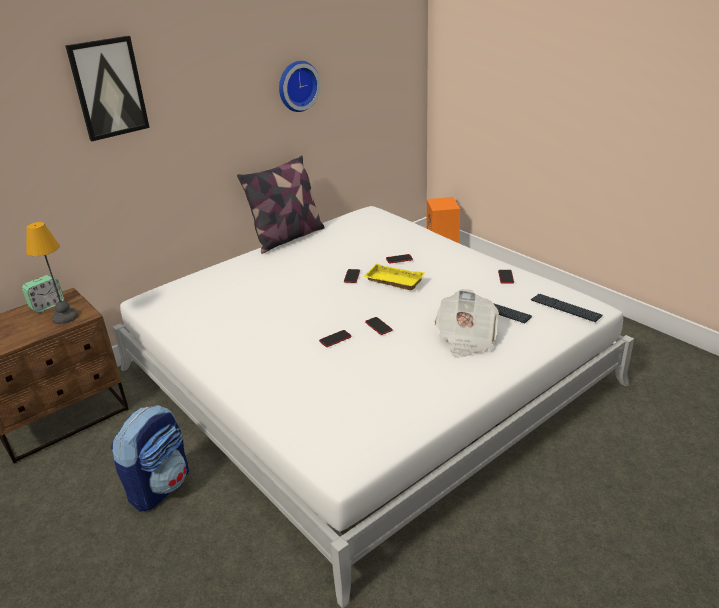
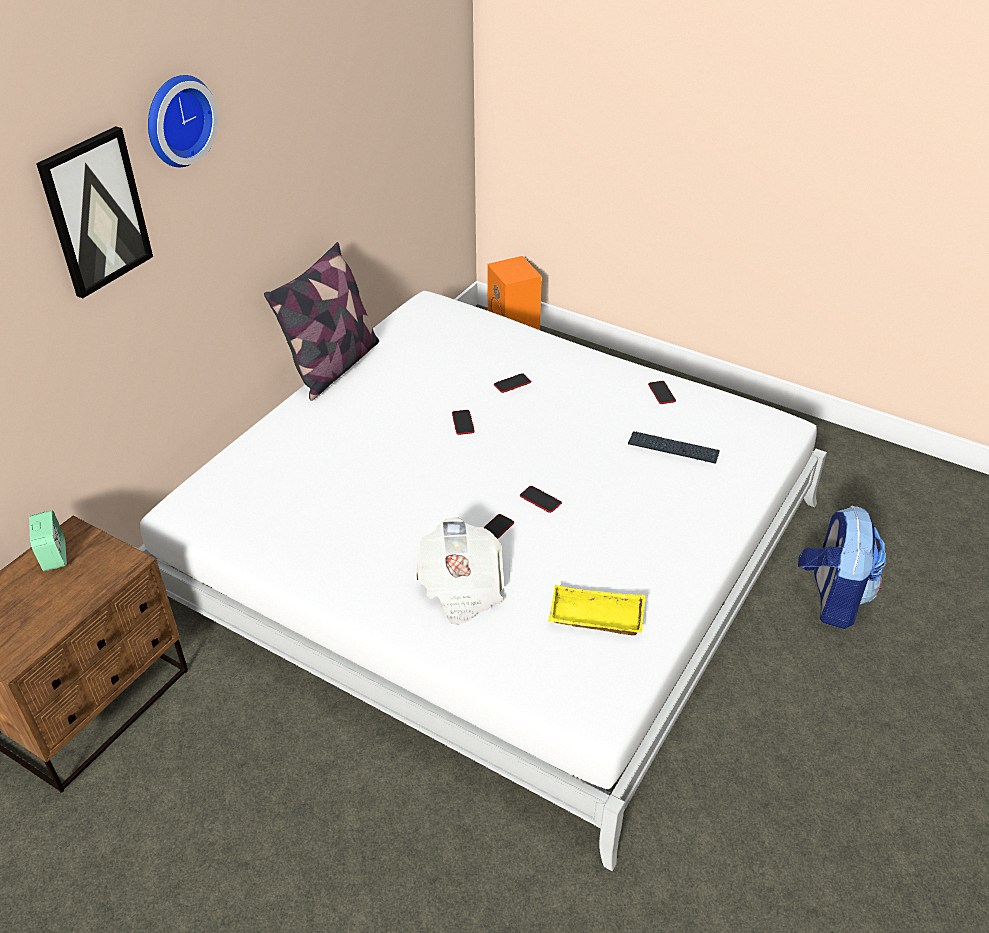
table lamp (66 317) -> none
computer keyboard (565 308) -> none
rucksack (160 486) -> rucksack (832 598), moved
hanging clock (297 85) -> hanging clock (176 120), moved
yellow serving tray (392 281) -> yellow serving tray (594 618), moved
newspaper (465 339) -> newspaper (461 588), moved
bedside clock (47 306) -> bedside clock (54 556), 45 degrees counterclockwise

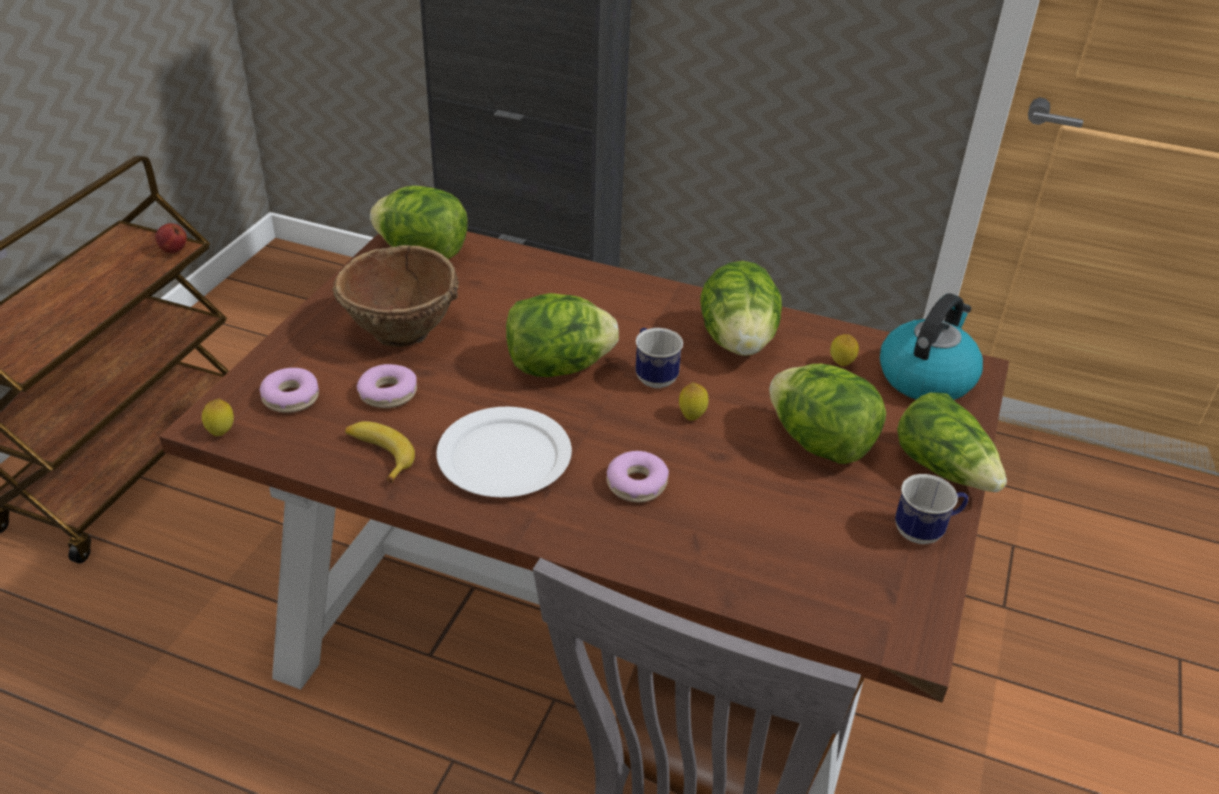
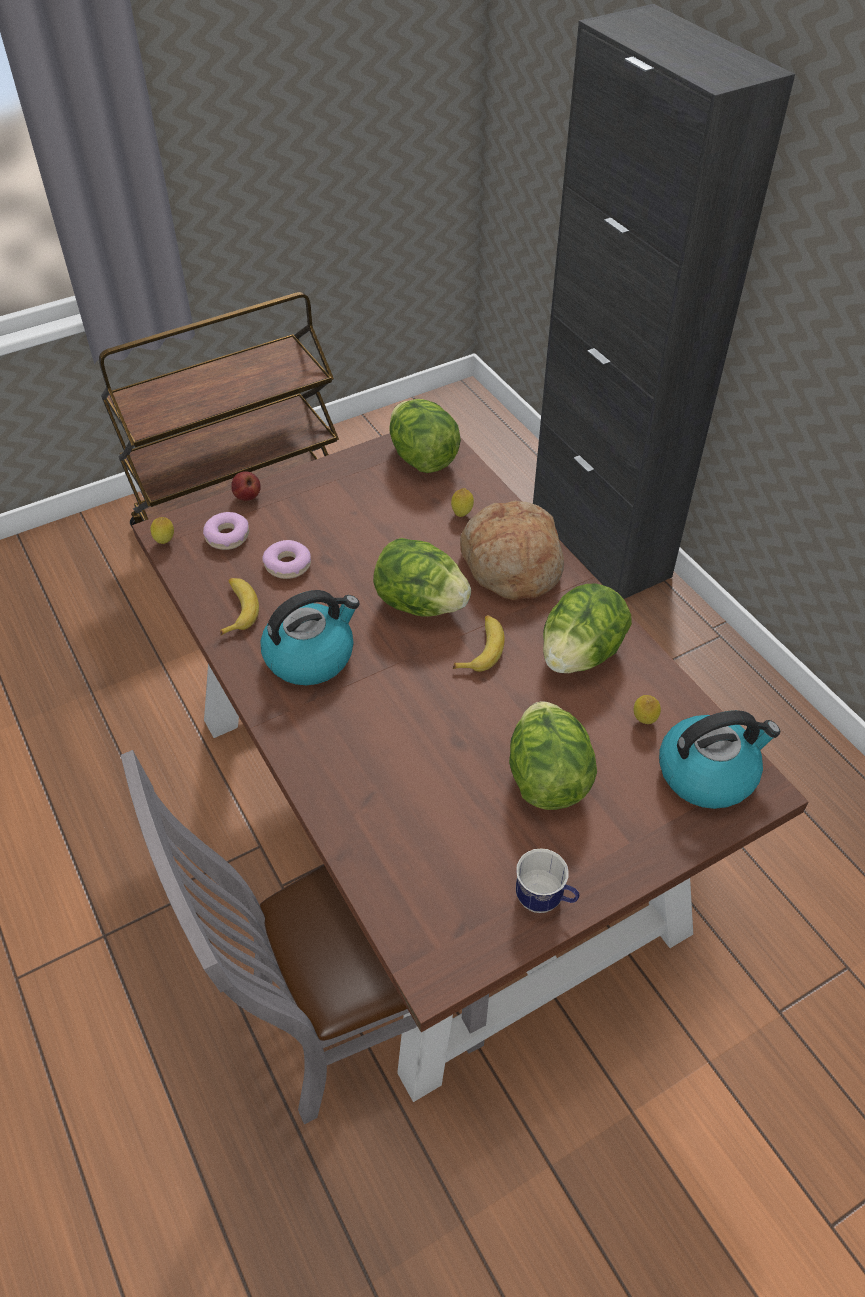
brown deep dish (402 332) -> none
doughnut (637 484) -> none
lettuce (944 469) -> none
none -> bread (510 564)
apple fruit (173 250) -> apple fruit (247 497), moved
whole lemon (692 416) -> whole lemon (462 514), moved
white flat dish (503 457) -> tea kettle (310 656)
tea mug (653 376) -> whole banana (481 648)

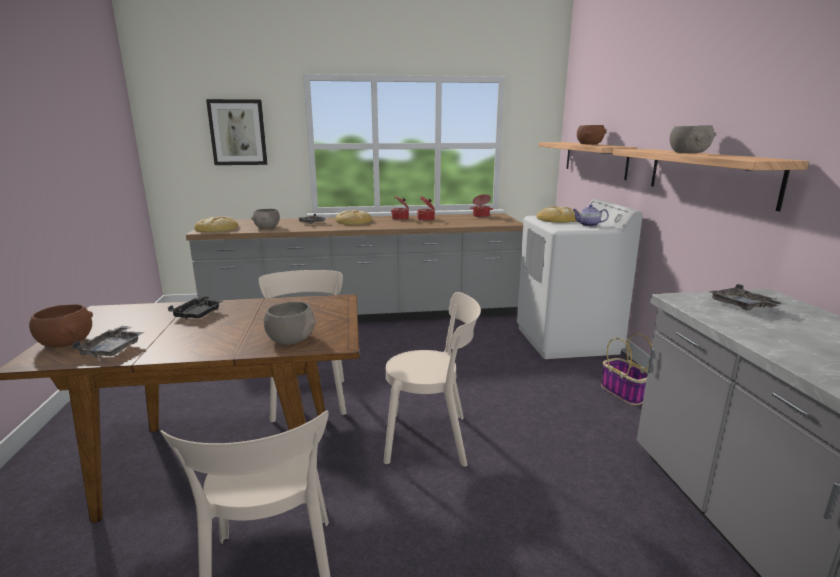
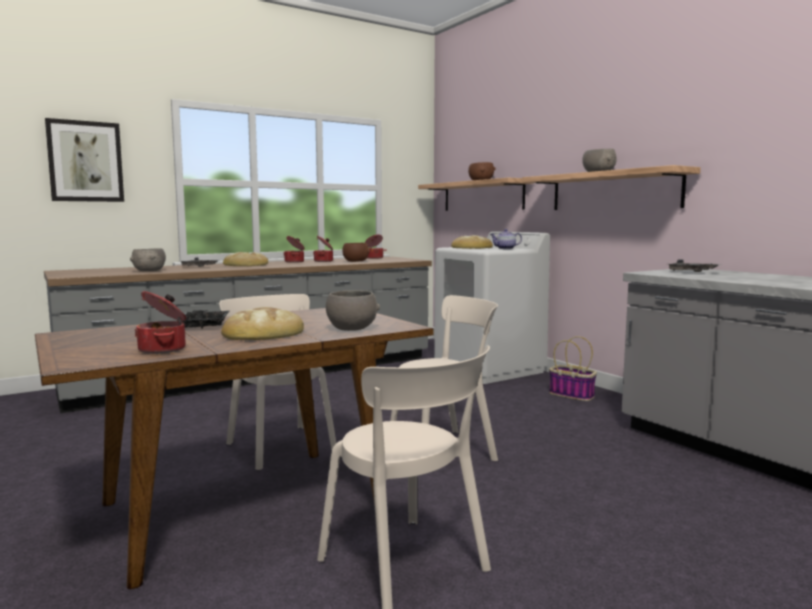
brown deep dish (66 342) -> brown deep dish (355 261), moved
bread (217 229) -> bread (263 332), moved
greyish serving tray (113 349) -> saucepot (163 349)

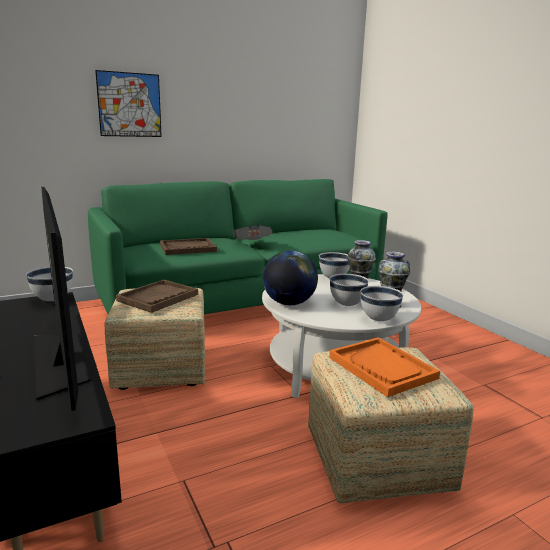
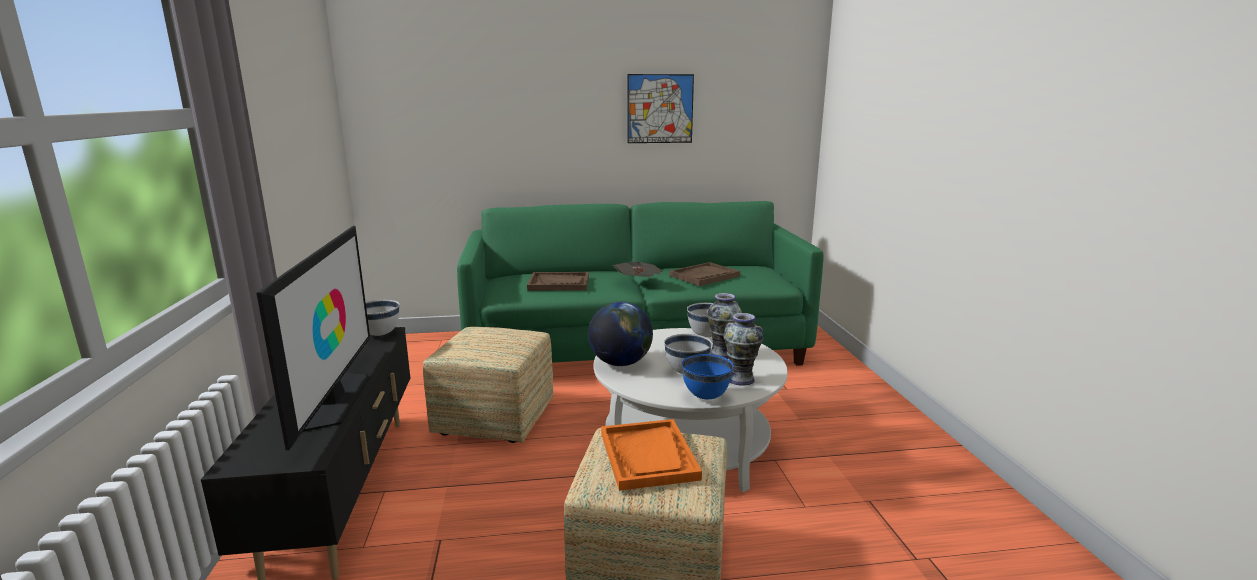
wall art (129 105) -> wall art (660 109), moved
brown serving tray (158 297) -> brown serving tray (704 276), moved
white deep dish (378 319) -> blue deep dish (705 396)

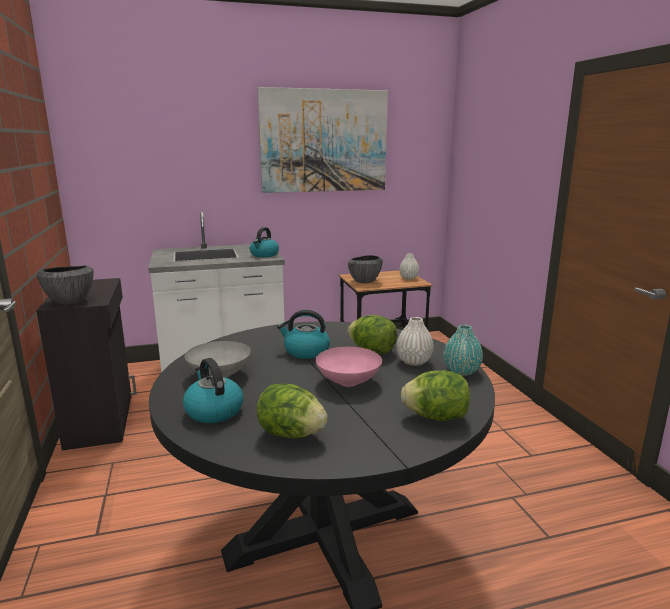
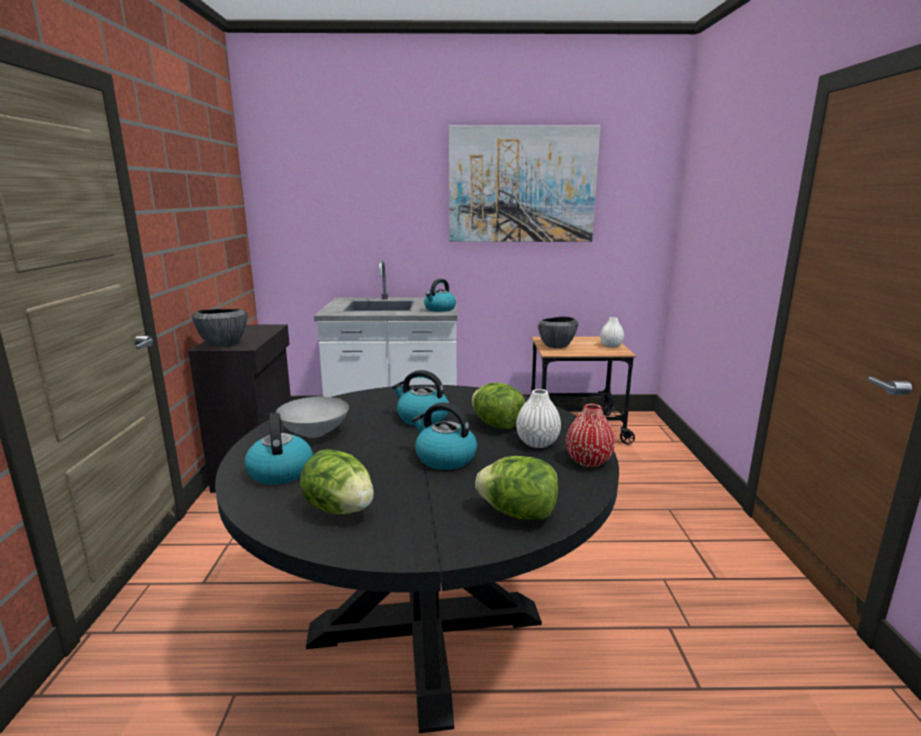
pink deep dish (348 382) -> tea kettle (444 458)
blue-green decorative vase (461 371) -> red decorative vase (588 461)

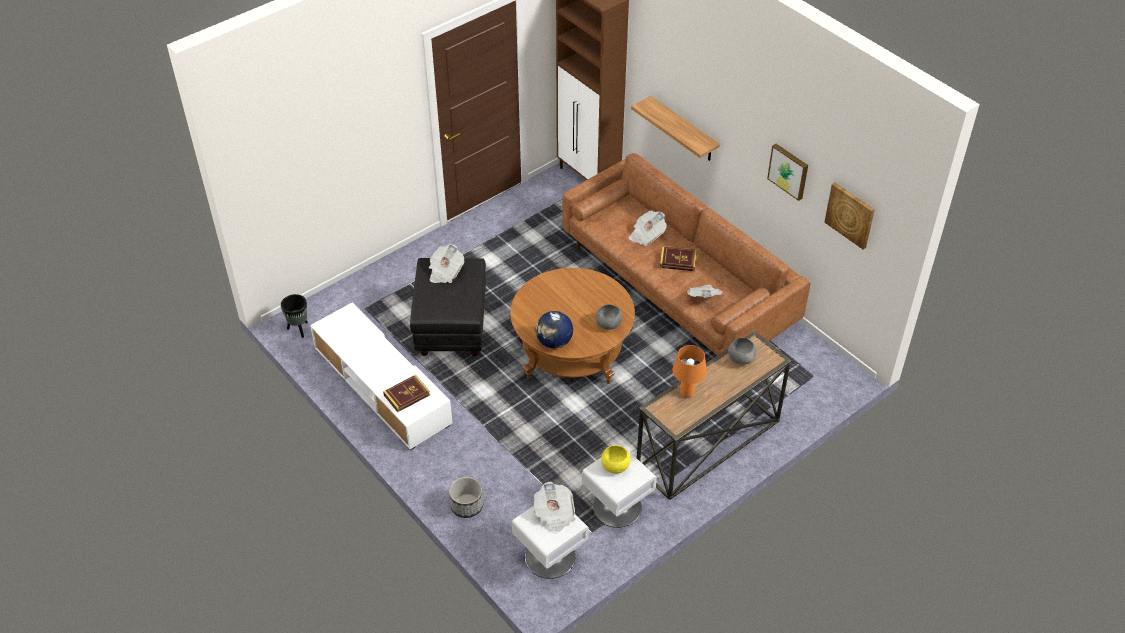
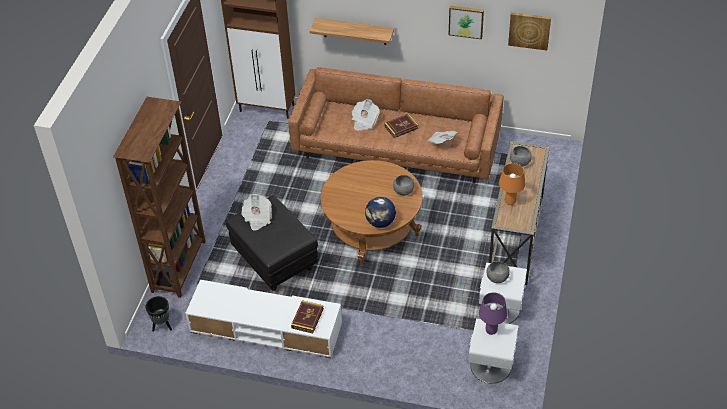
flower pot (466 505) -> none
none -> brown bookcase (180 266)
newspaper (554 514) -> purplish table lamp (491 330)
yellow deep dish (615 466) -> greyish deep dish (497 277)

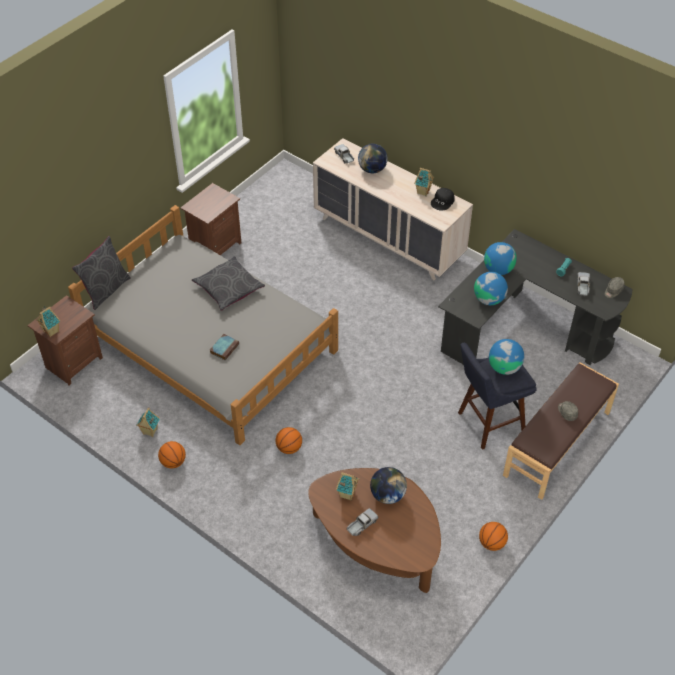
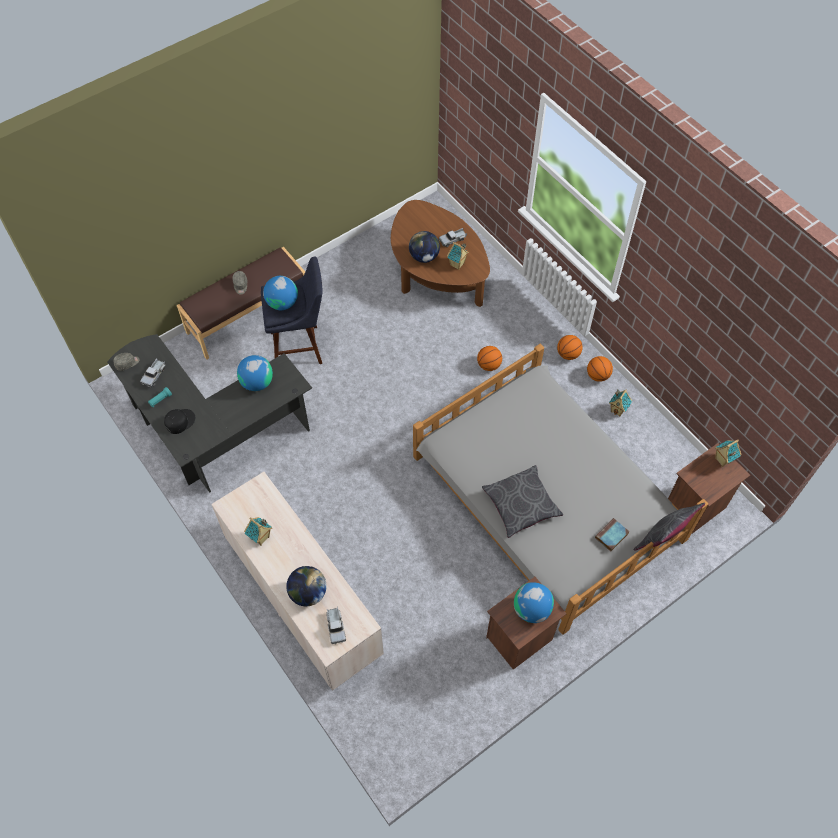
bound book (224 348) -> bound book (611 536), moved
black-coloured cap (443 201) -> black-coloured cap (179 421), moved
basketball (492 543) -> basketball (568 354), moved
desk globe (498 269) -> desk globe (531 609), moved

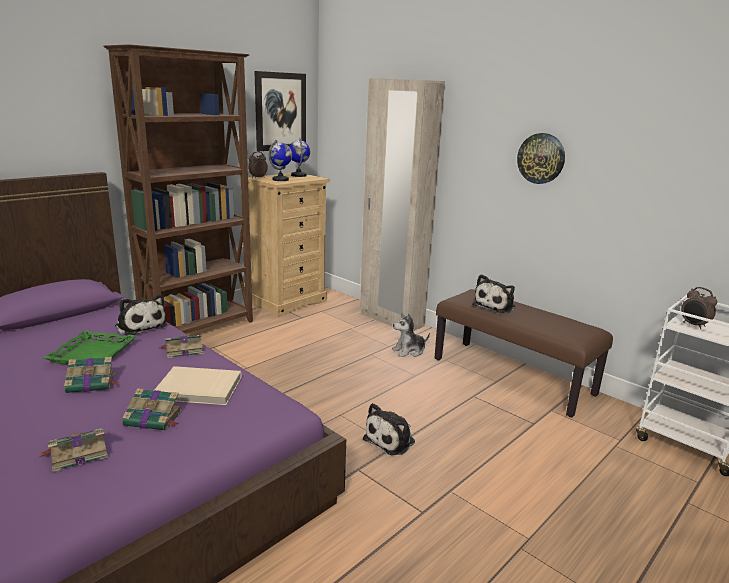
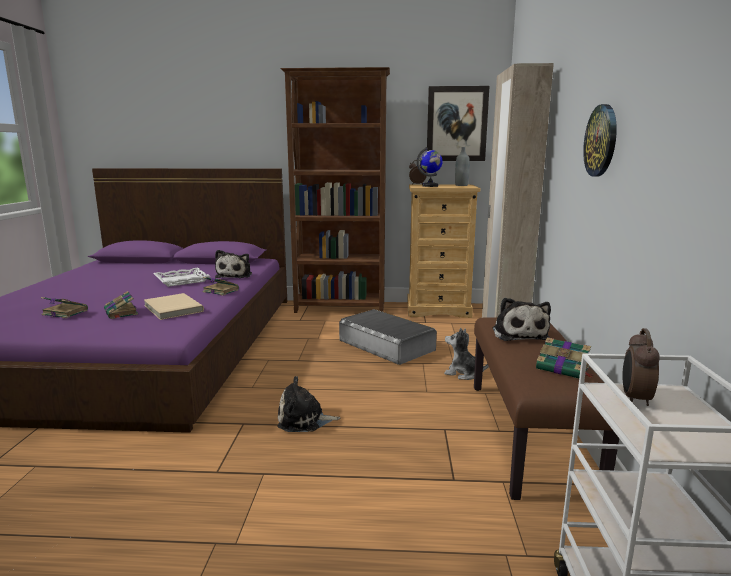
none -> greyish storage container (386 345)
bound book (92 383) -> bound book (563 368), moved
desk globe (299 175) -> greyish drink bottle (461 185)
green-coloured serving tray (93 354) -> white serving tray (182 280)
plush toy (495 305) -> plush toy (519 333), 90 degrees counterclockwise

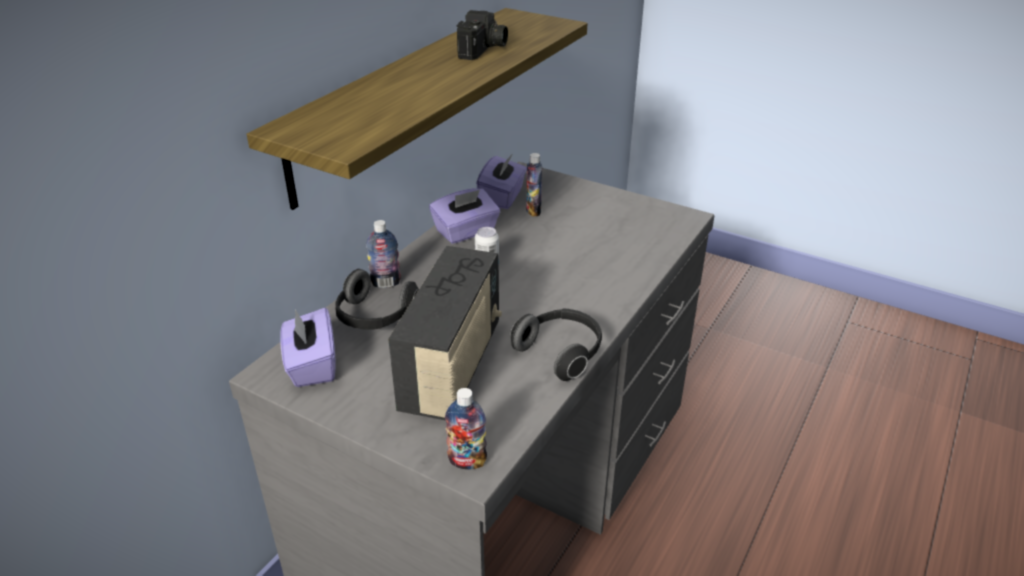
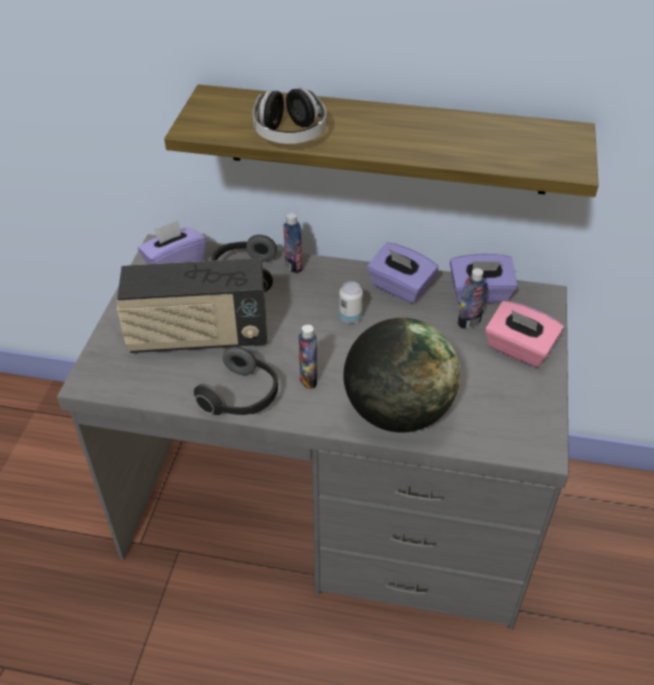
photo camera (483 49) -> none
none -> headphones (290 135)
none -> desk globe (397 412)
none -> pink tissue box (519 349)
drink bottle (467 461) -> drink bottle (308 379), moved

